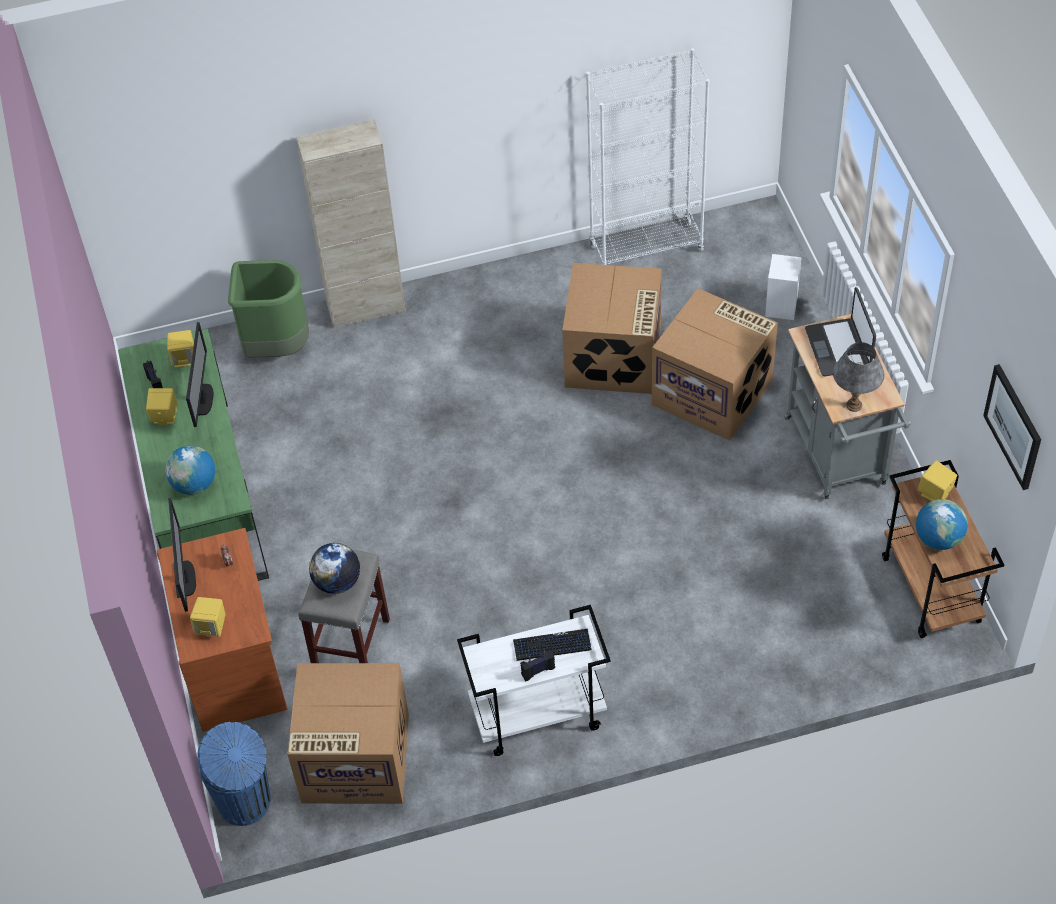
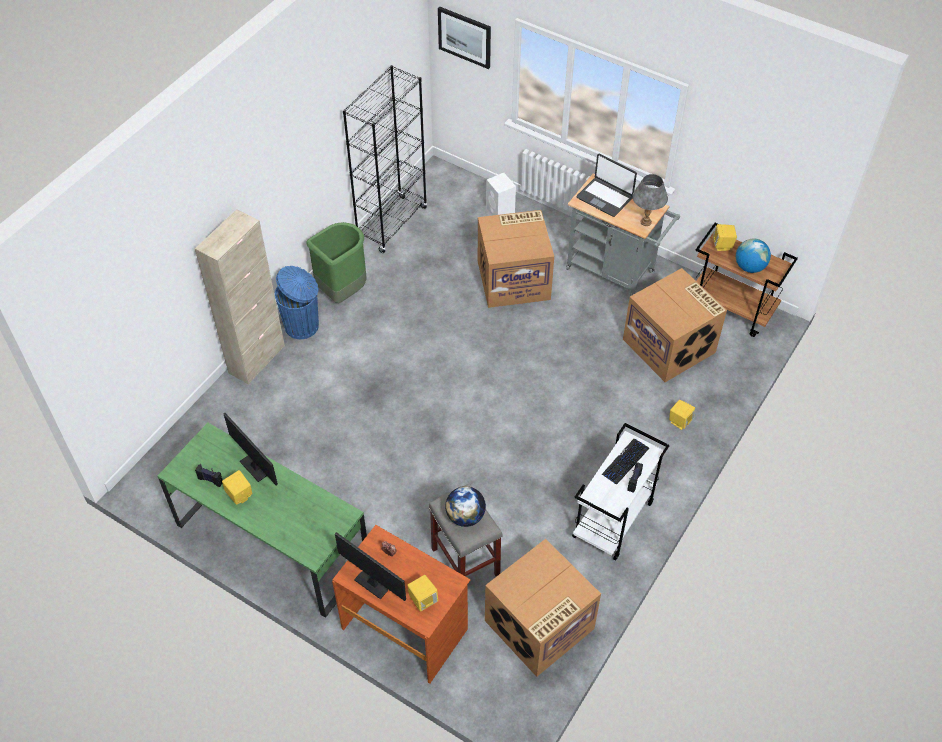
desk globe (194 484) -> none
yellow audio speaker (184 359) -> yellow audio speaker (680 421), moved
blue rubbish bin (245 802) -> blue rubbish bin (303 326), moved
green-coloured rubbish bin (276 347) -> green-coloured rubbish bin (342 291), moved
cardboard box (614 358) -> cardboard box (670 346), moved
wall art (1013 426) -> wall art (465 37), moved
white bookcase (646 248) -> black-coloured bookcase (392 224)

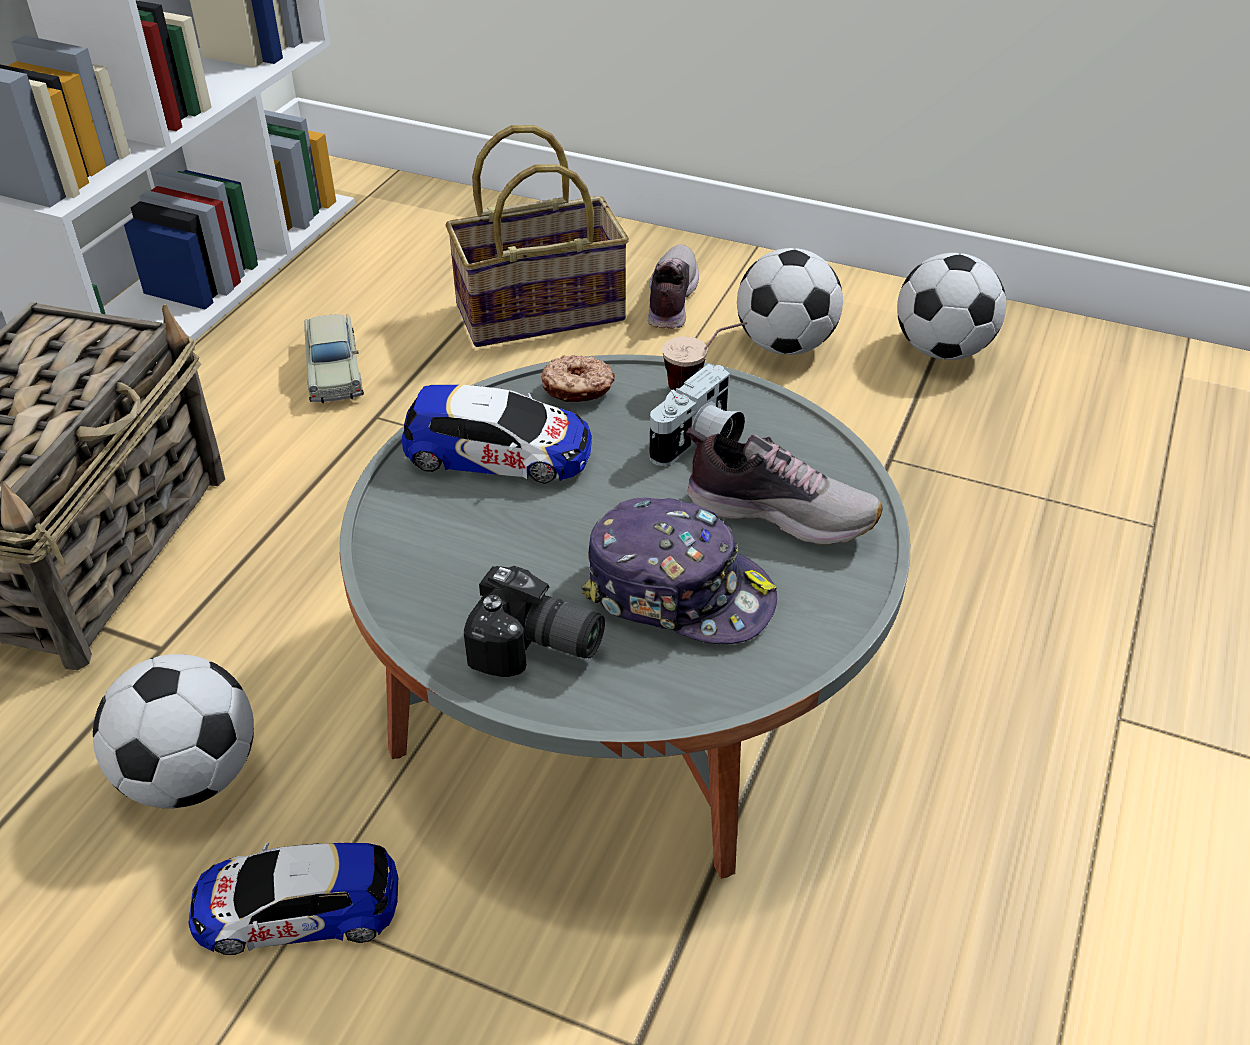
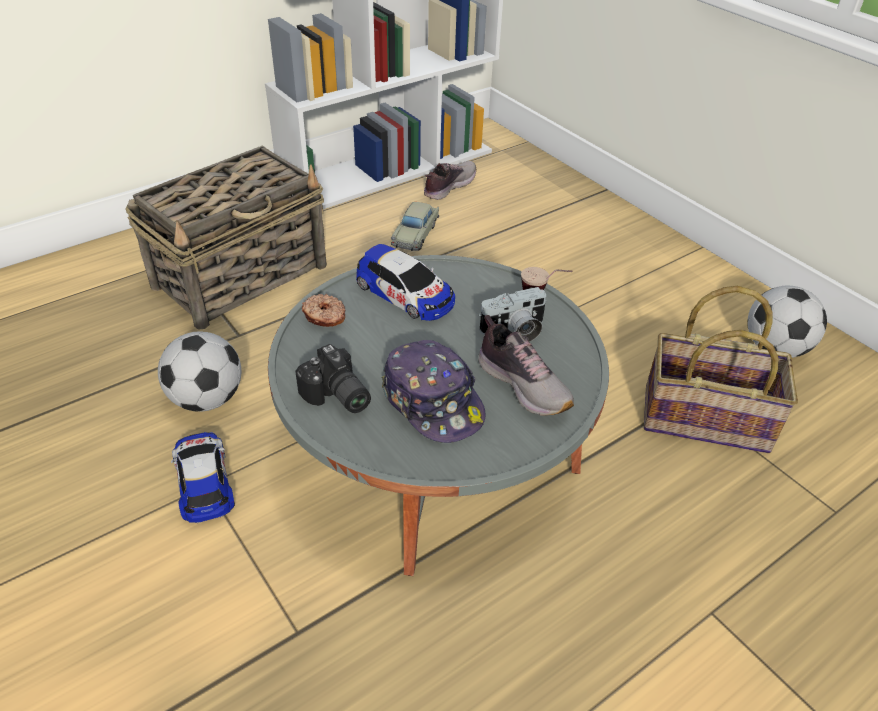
ball for football (785 345) -> none
storage basket (540 311) -> storage basket (706 417), moved
doughnut (577 388) -> doughnut (324 316), moved
shoe (670 299) -> shoe (448 186), moved
miniature car (297 907) -> miniature car (204 481), 45 degrees clockwise

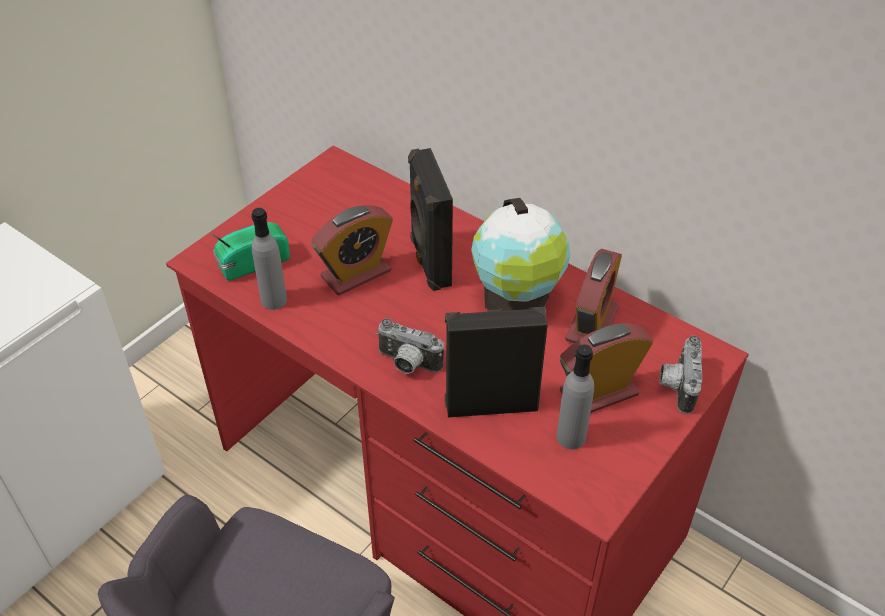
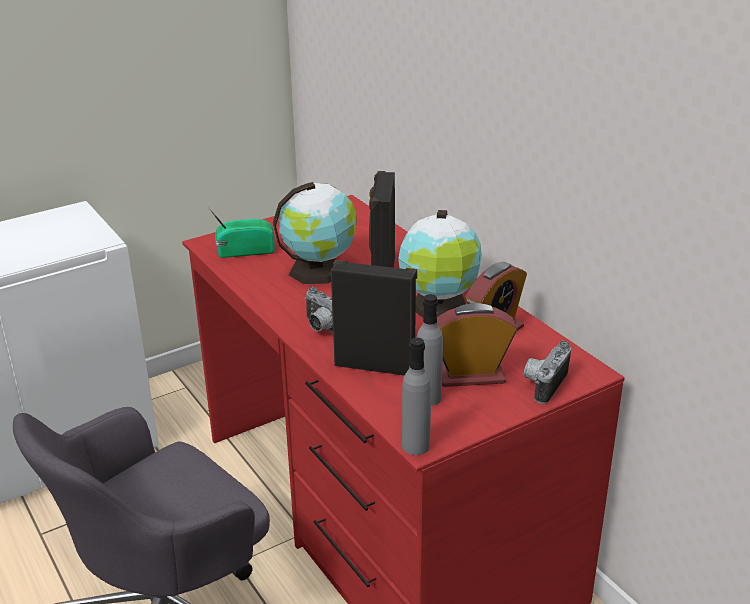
greyish drink bottle (274 300) -> greyish drink bottle (416 446), moved
bedside clock (356 274) -> desk globe (319 270)

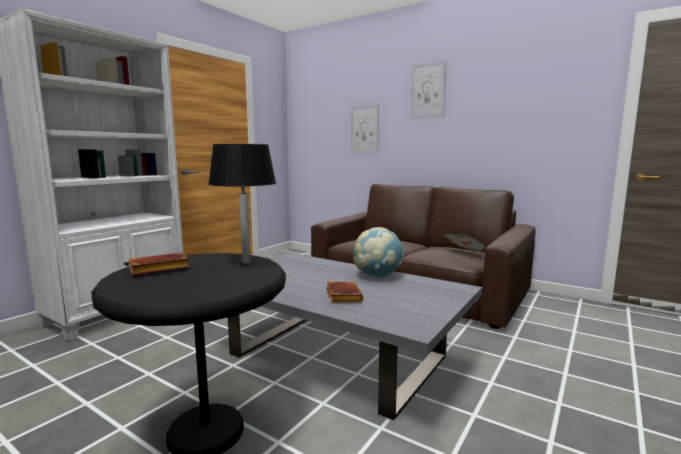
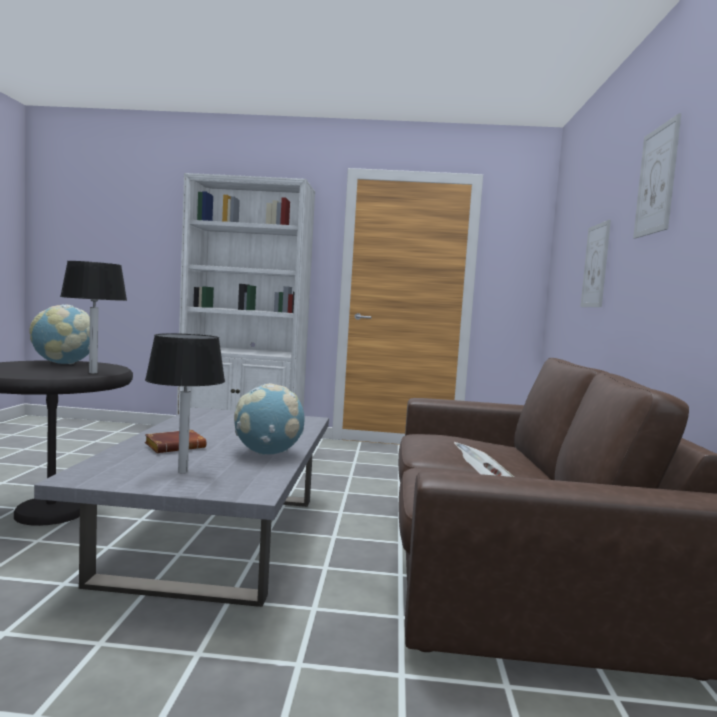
none -> black-coloured table lamp (182 472)
brown bound book (157 269) -> desk globe (63 363)

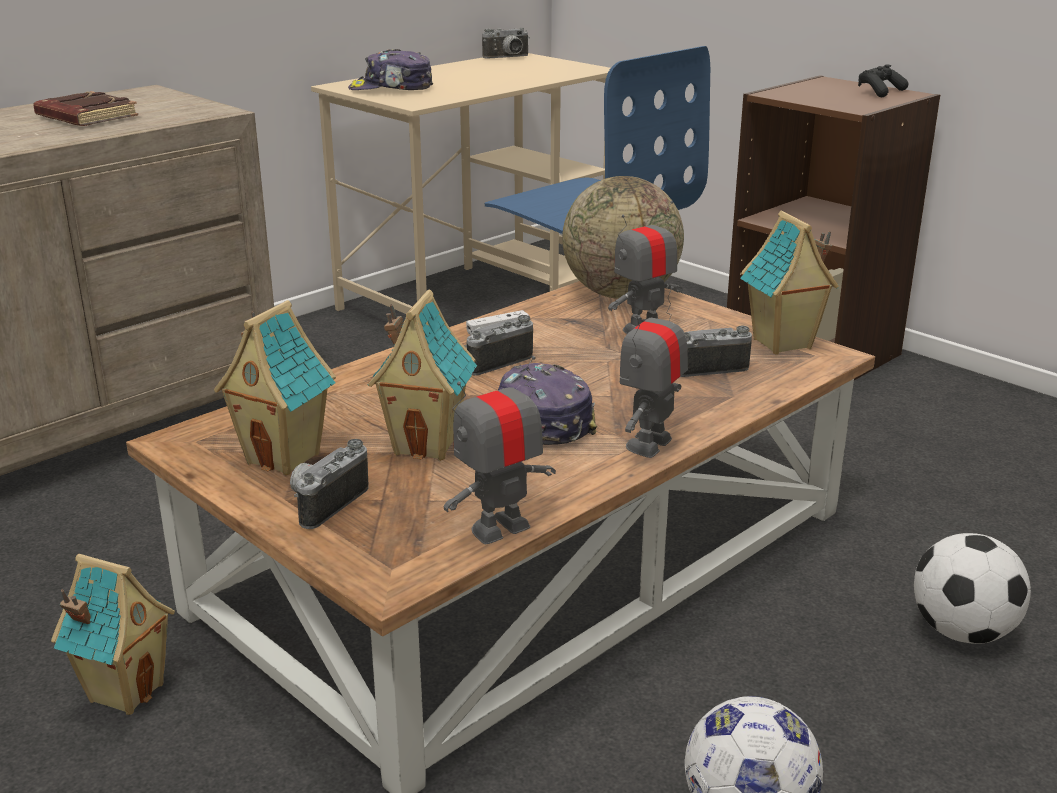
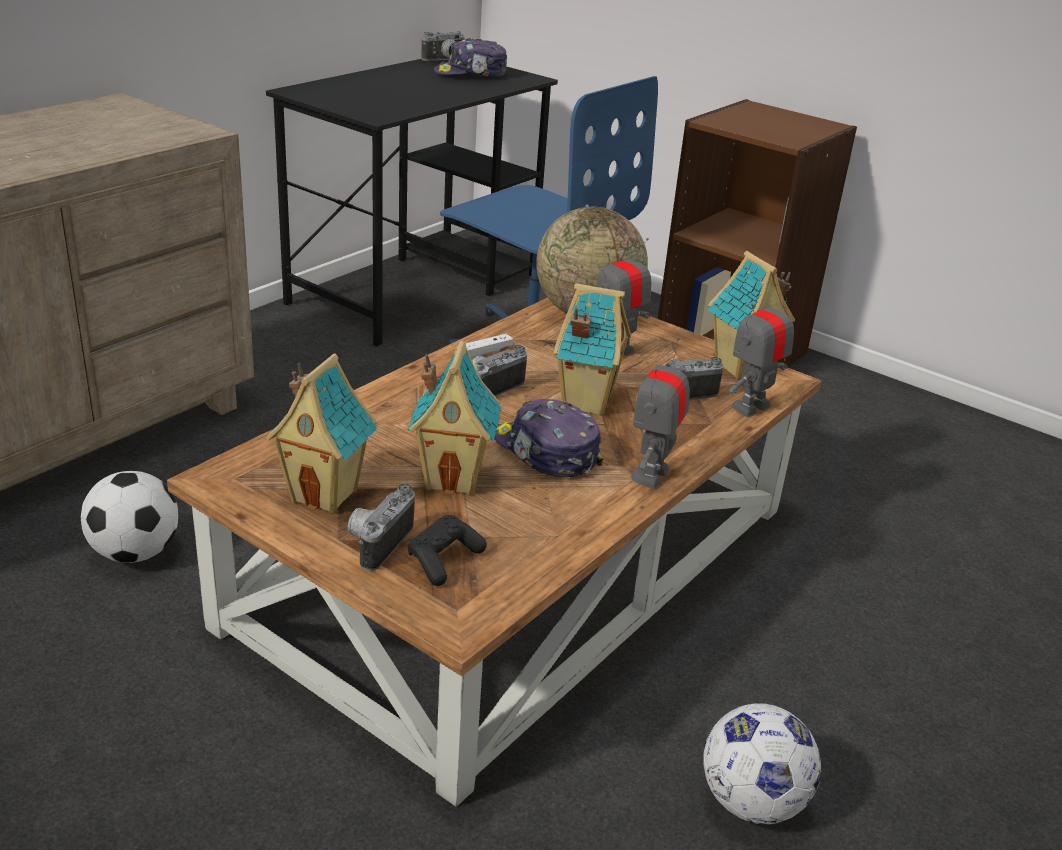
brown bound book (85 117) -> none
model house (125 691) -> model house (585 401), moved
cap (391 89) -> cap (471 73), moved
toy robot (499 529) -> toy robot (751 407), moved
black-coloured gamepad (880 92) -> black-coloured gamepad (443 560), moved
ball for football (962 632) -> ball for football (135 552), moved
beige-coloured desk unit (477 294) -> black-coloured desk unit (417 288)

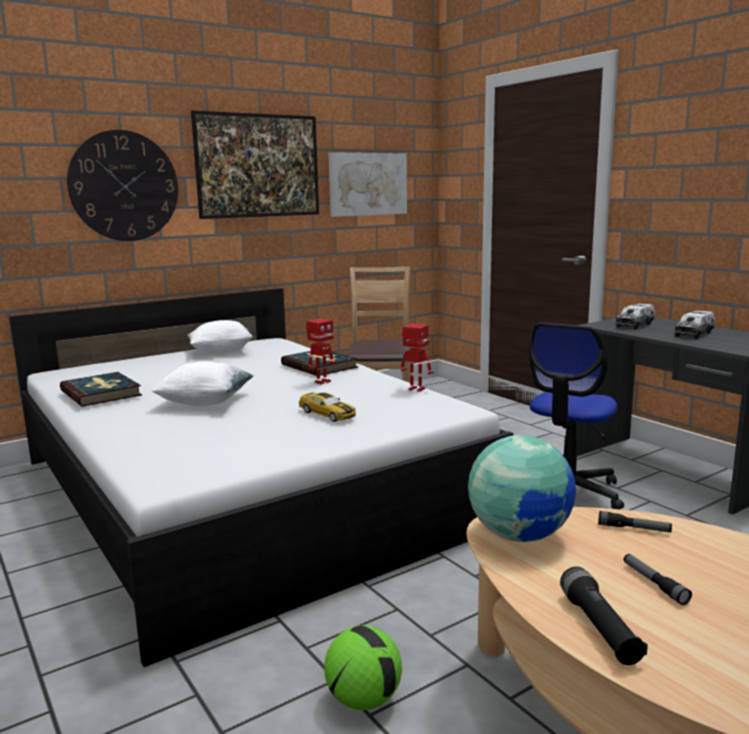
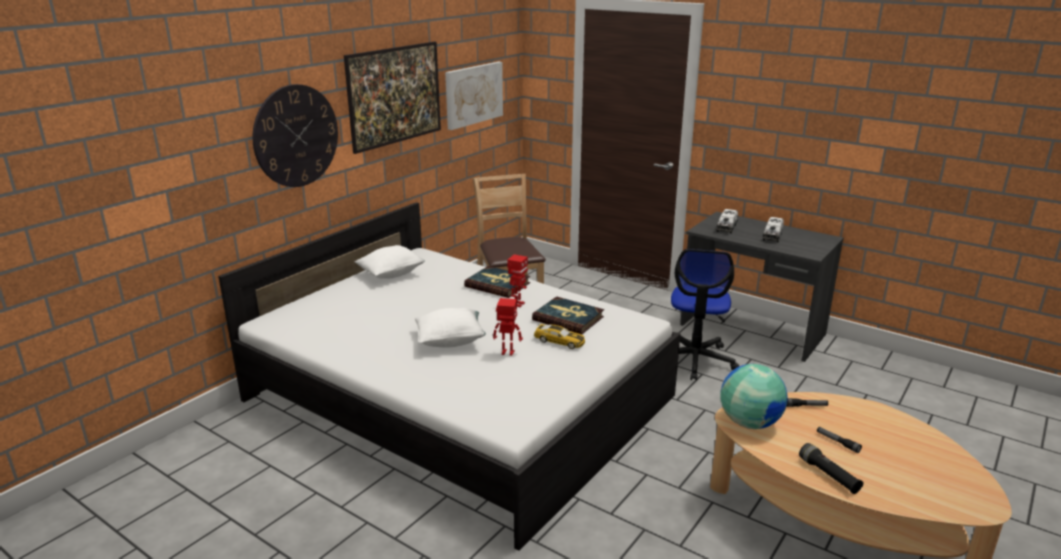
ball for football (364 700) -> none
bound book (101 393) -> bound book (568 318), moved
toy robot (416 389) -> toy robot (507 353), moved

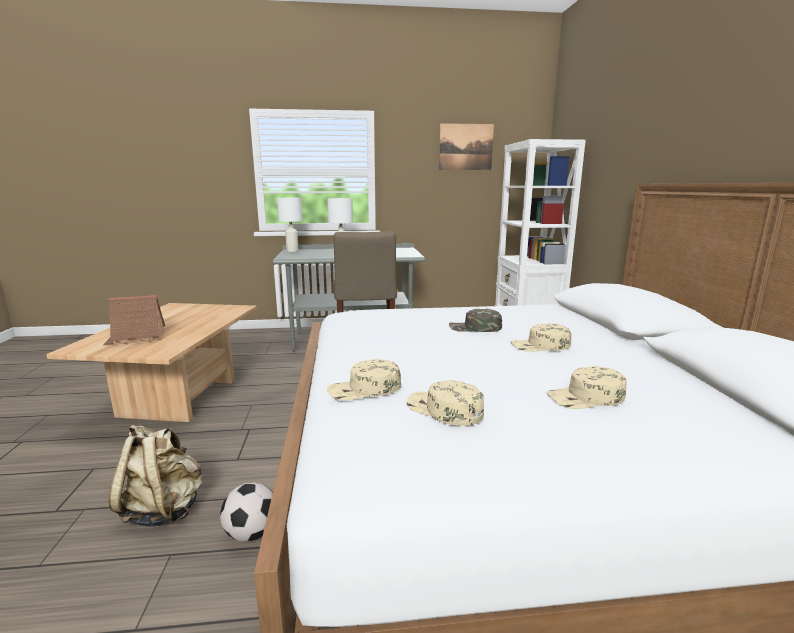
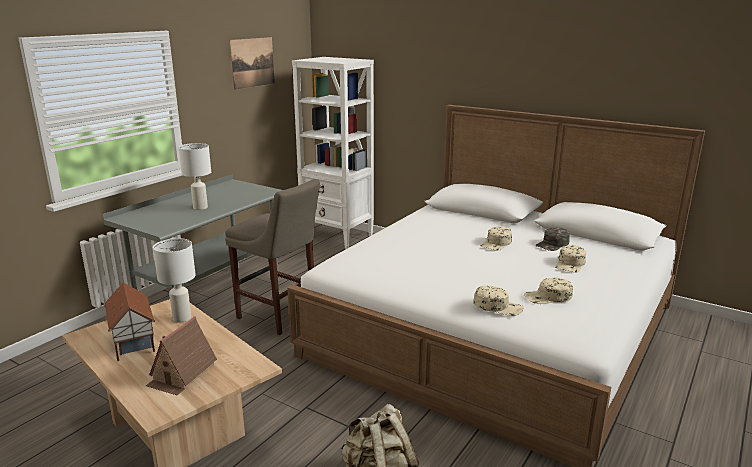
ball for football (252 533) -> none
none -> model house (132 343)
white table lamp (292 251) -> white table lamp (182 318), moved
green-coloured cap (475 328) -> green-coloured cap (552 244), moved
beige-coloured cap (364 389) -> beige-coloured cap (498 306), 90 degrees counterclockwise

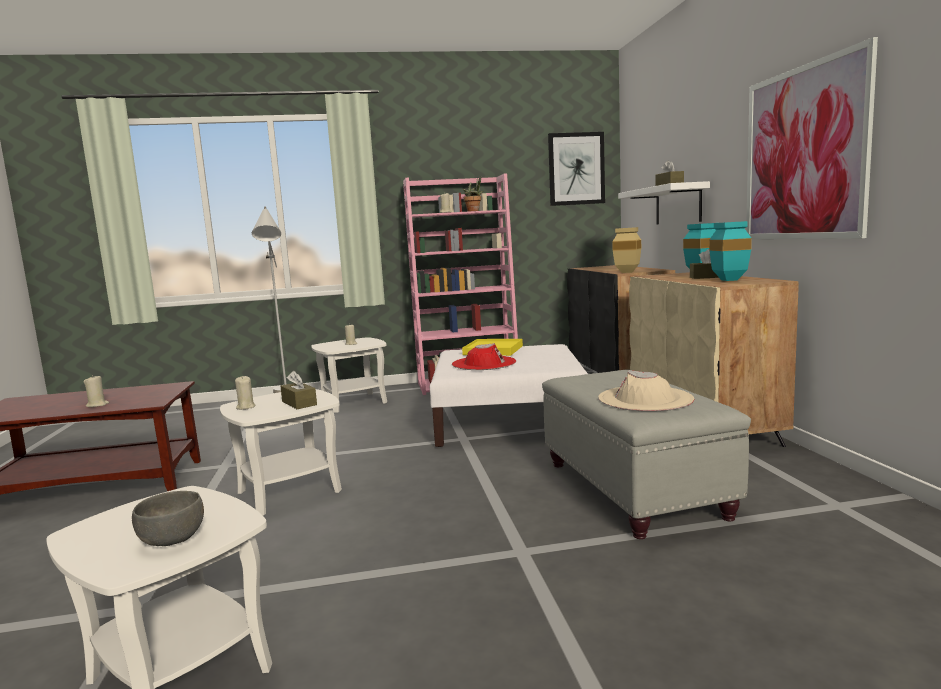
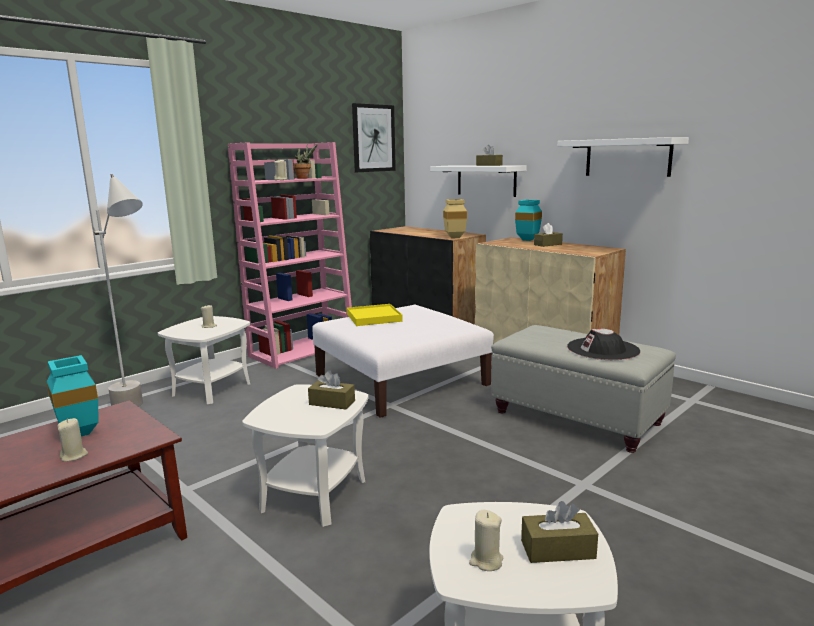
red hat (484 363) -> none
beige-coloured wax candle (245 407) -> beige-coloured wax candle (486 561), moved
blue-green decorative vase (731 280) -> blue-green decorative vase (82 434), moved
greyish deep dish (173 538) -> brown tissue box (557 549)
wall art (803 154) -> white bracket shelf (627 157)
beige-coloured hat (645 399) -> black-coloured hat (603 349)

